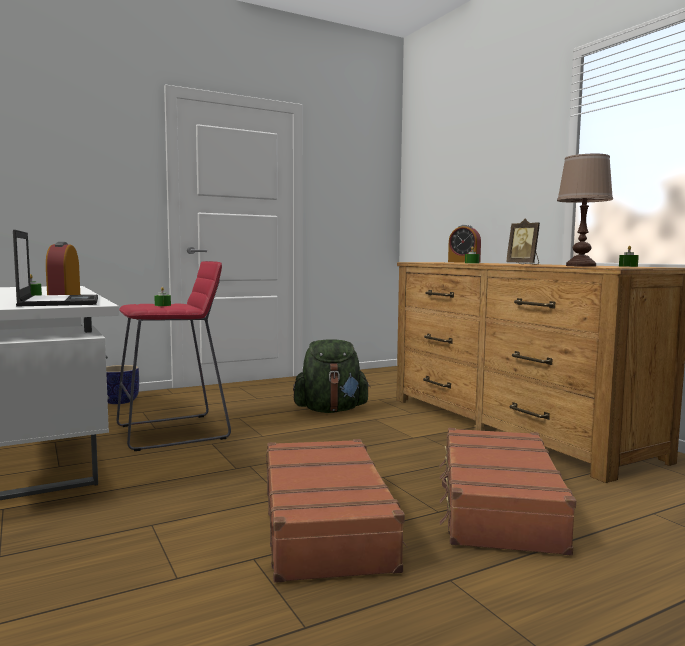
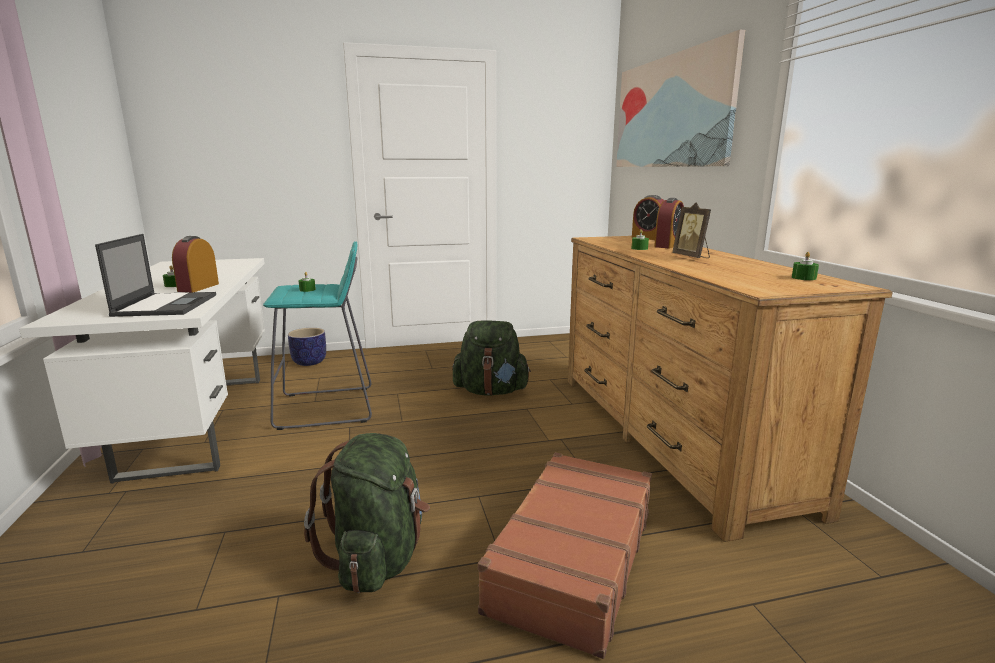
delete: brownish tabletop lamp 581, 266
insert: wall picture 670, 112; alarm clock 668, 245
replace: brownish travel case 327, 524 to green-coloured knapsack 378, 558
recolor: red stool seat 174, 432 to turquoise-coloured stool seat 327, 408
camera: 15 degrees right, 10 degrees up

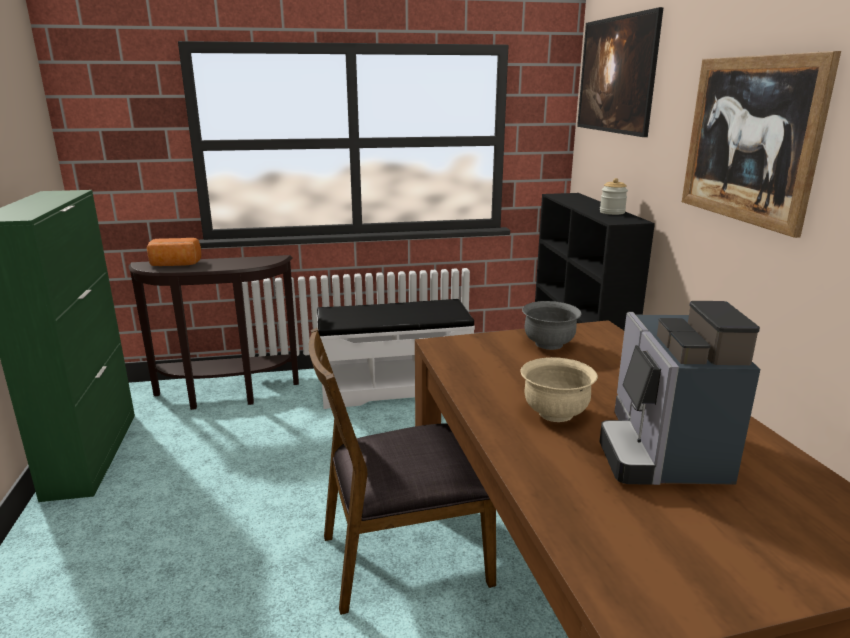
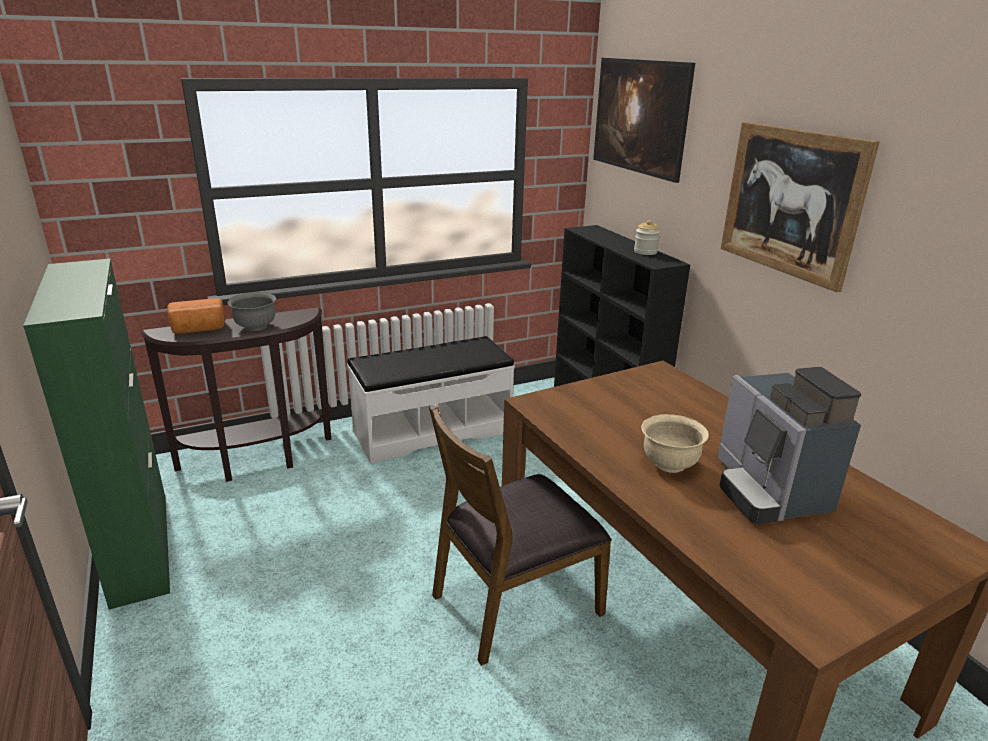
move: grey deep dish 548, 344 to 255, 327
camera: 15 degrees left, 5 degrees up

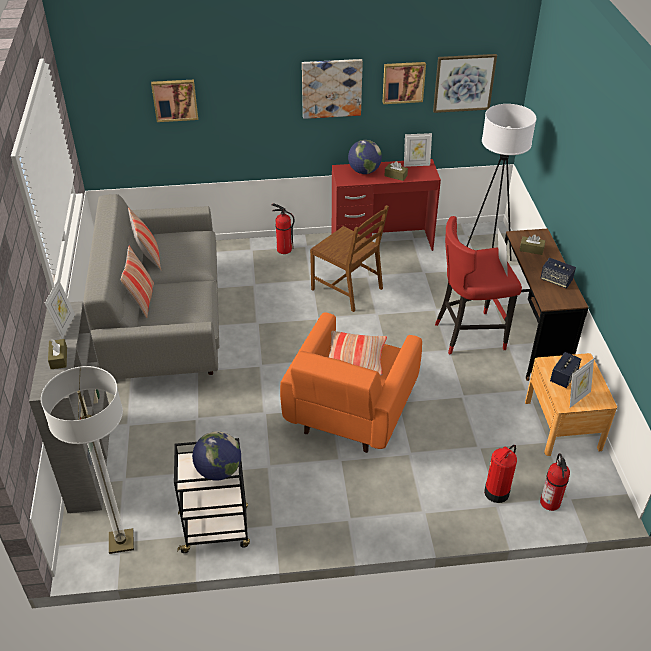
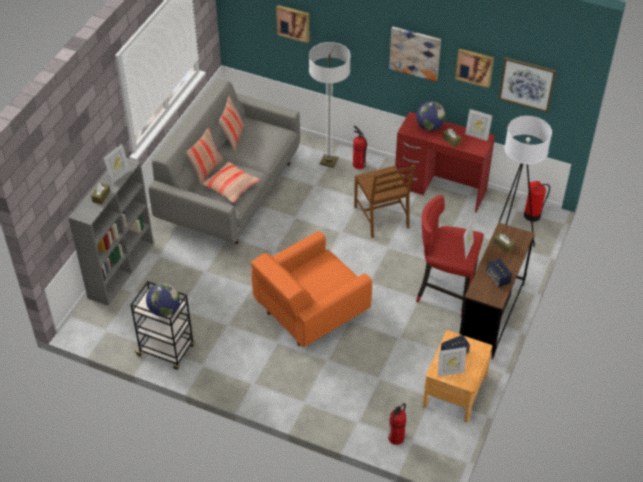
move: standard lamp 121, 542 to 328, 161; pillow 355, 358 to 231, 186; fire-fighting cylinder 496, 493 to 531, 215
camera: 30 degrees right, 5 degrees up

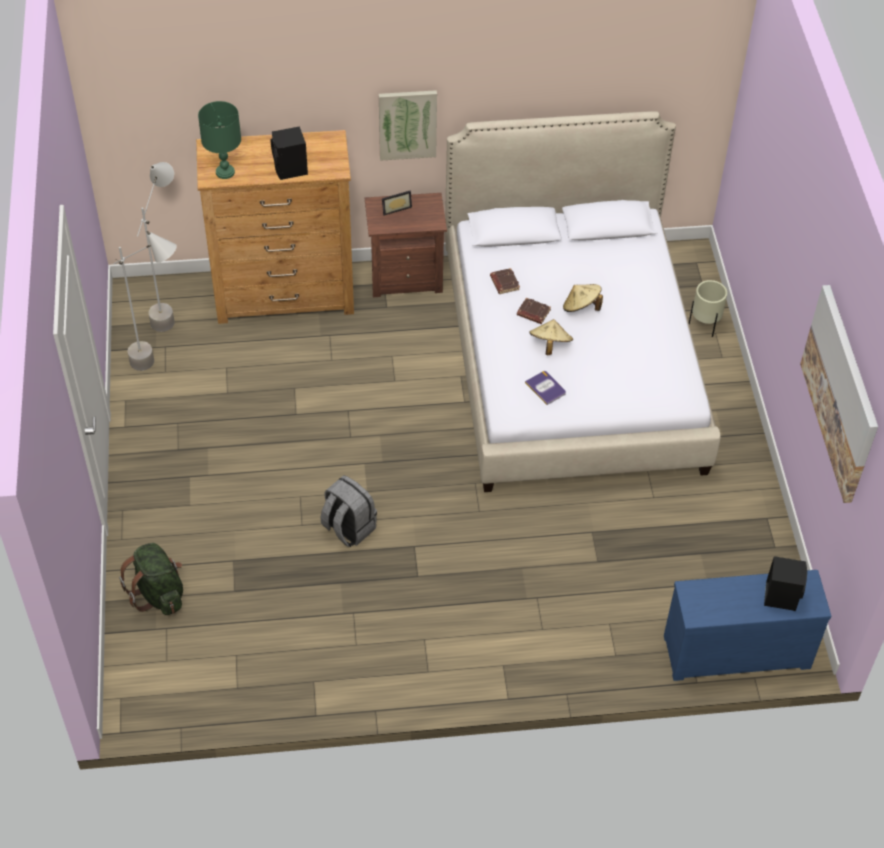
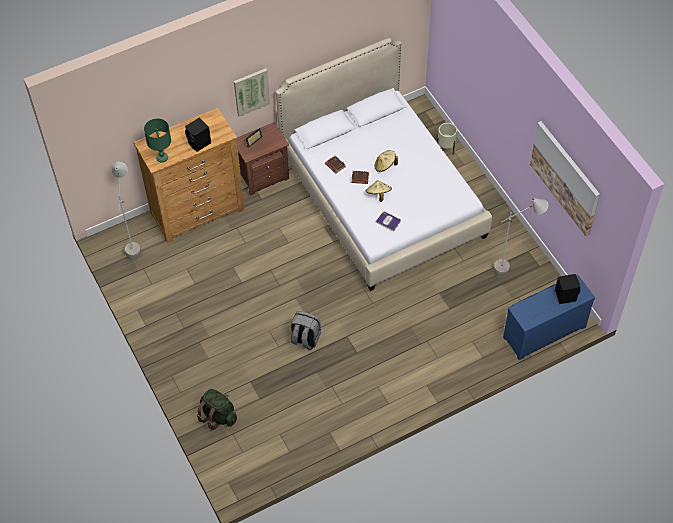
move: grey standard lamp 161, 364 to 513, 269
camera: 20 degrees left, 5 degrees up

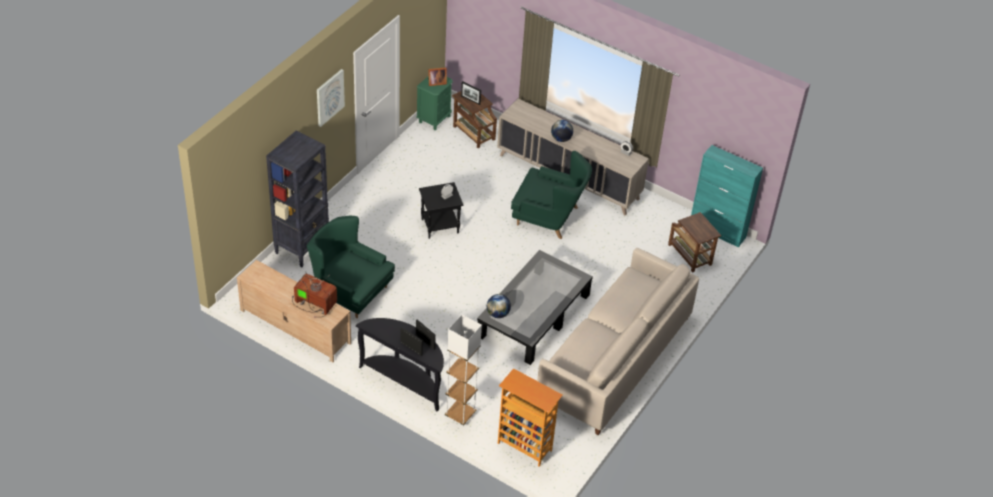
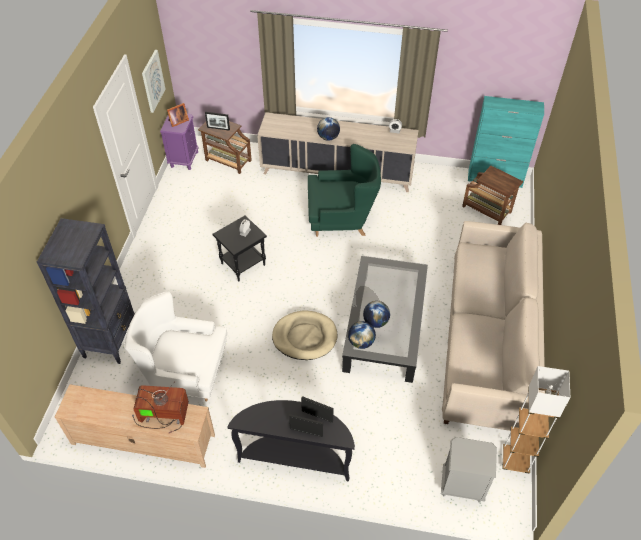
insert: beige-coloured dog cushion 305, 337; desk globe 375, 322
move: wall picture 329, 97 to 152, 81; whitish standard lamp 460, 414 to 515, 460
replace: bookcase 524, 447 to grey bedside table 462, 485
recolor: green-coloured armchair 350, 291 to whitish armchair 184, 371; green-coloured bedside table 434, 119 to purple-coloured bedside table 184, 159
camera: 20 degrees left, 5 degrees up

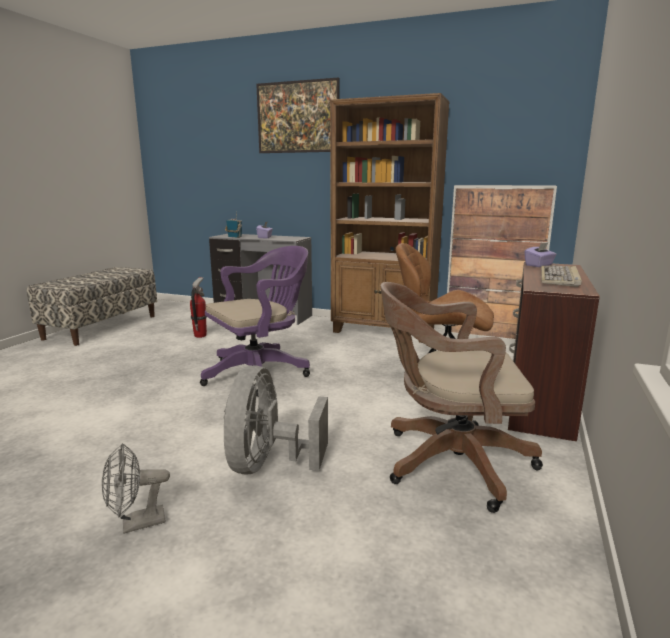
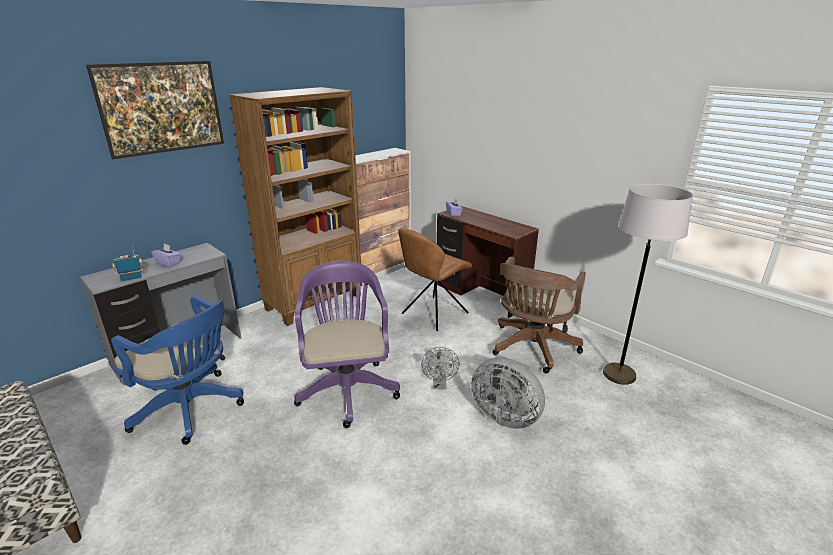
delete: PC keyboard 559, 278
insert: grey standard lamp 619, 374
move: grey cooling fan 136, 524 to 440, 385
replace: fire-fighting cylinder 200, 335 to blue-coloured computer chair 192, 409
camera: 65 degrees left, 10 degrees up

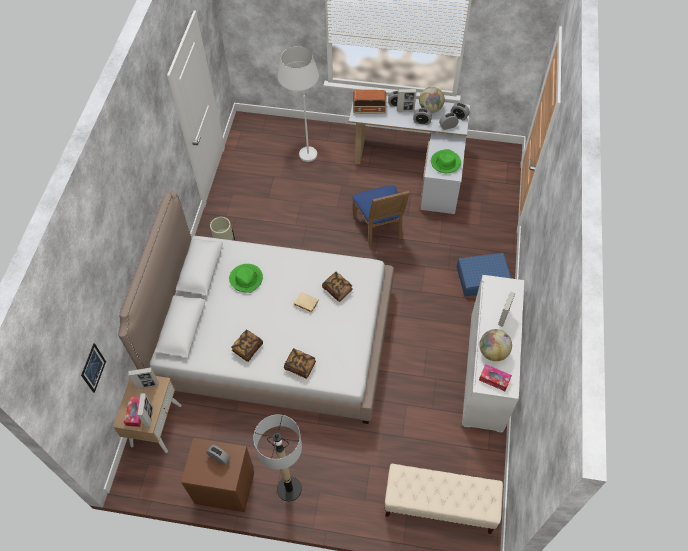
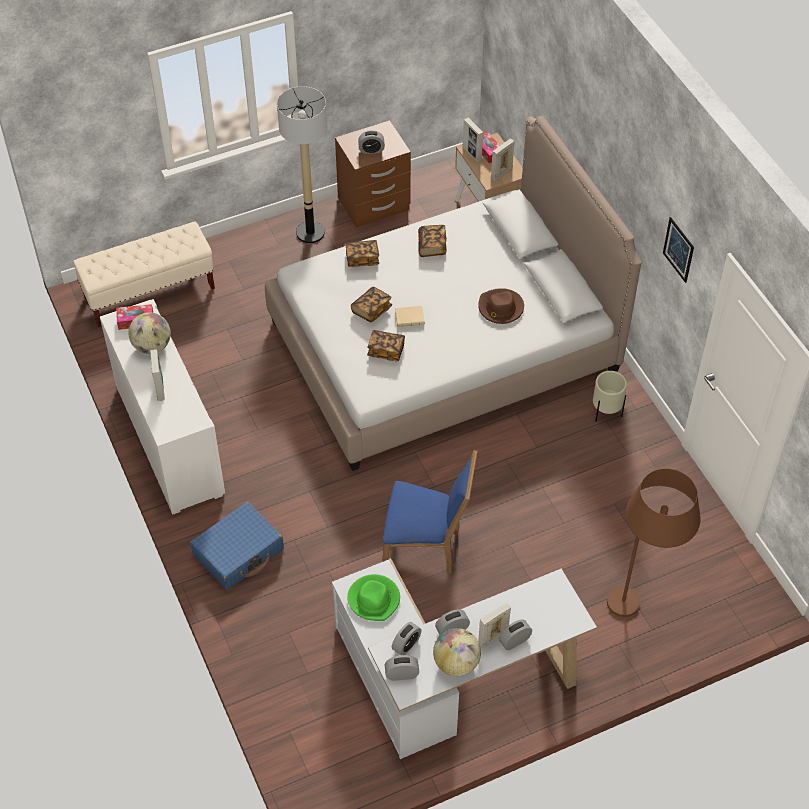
delete: radio receiver 369, 109
insert: bound book 371, 310
move: wall picture 93, 368 to 678, 249
recolor: green-coloured wearable hat 246, 279 to brownish wearable hat 500, 308; whitish standard lamp 304, 147 to brownish standard lamp 640, 611
rotate: blue-coloured upright chair 379, 228 = 426, 546 150 degrees clockwise
camera: 145 degrees right, 5 degrees down

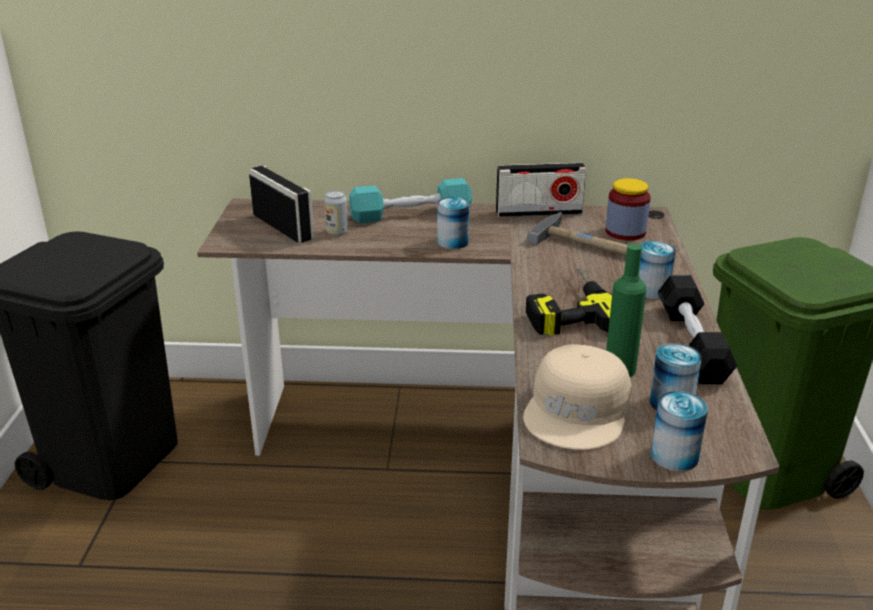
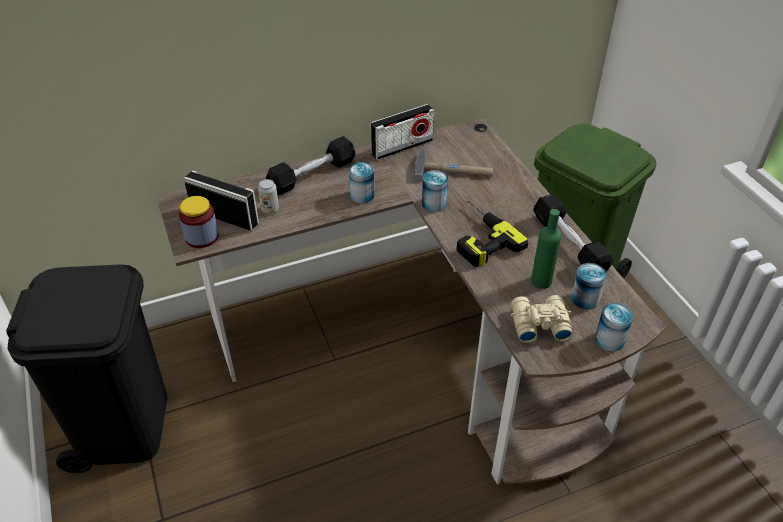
move: storage jar 625, 232 to 202, 237; can 651, 290 to 434, 203
replace: beige-coloured cap 579, 410 to beige-coloured pair of binoculars 538, 324
recolor: turquoise-coloured dumbbell 411, 215 to blackish dumbbell 312, 175
camera: 25 degrees left, 15 degrees up

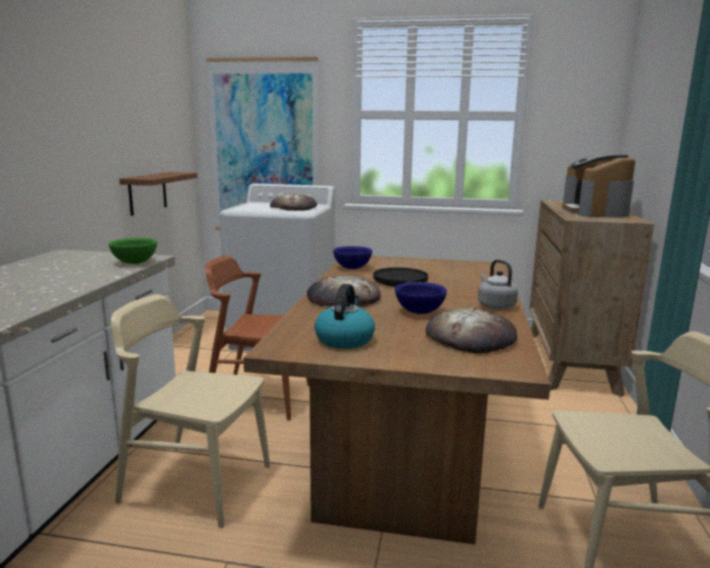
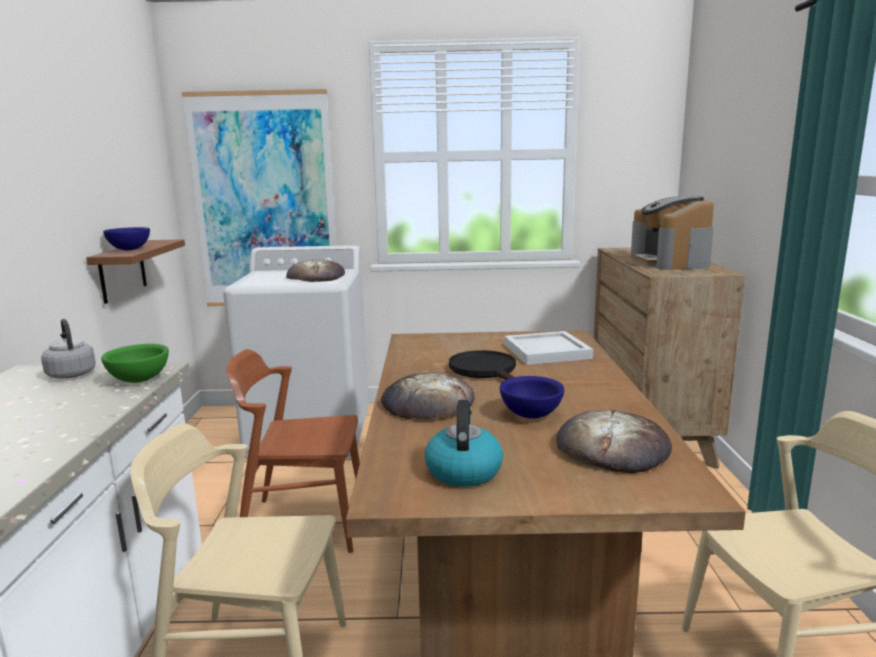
insert: whitish serving tray 547, 351
move: blue-coloured deep dish 353, 268 to 130, 249; grey kettle 495, 306 to 71, 374
camera: 10 degrees left, 0 degrees up

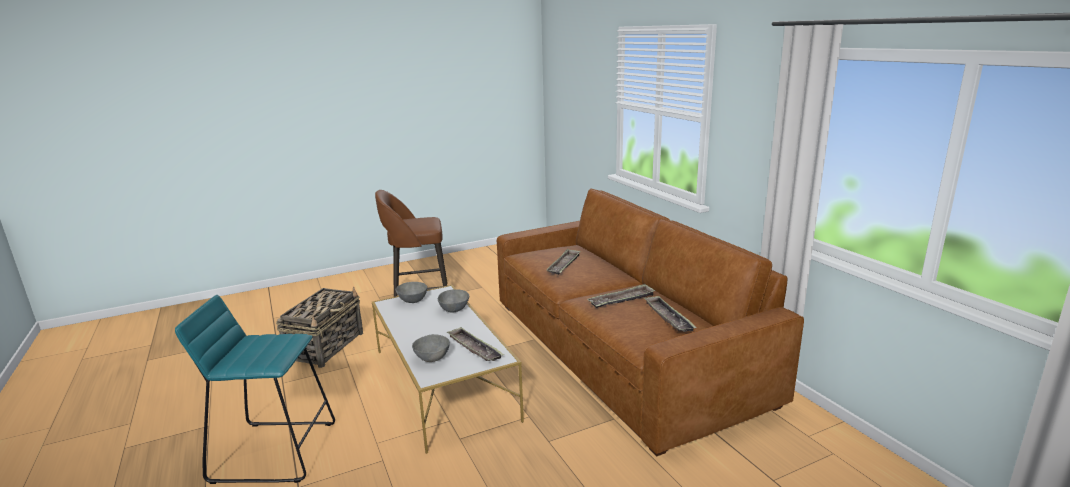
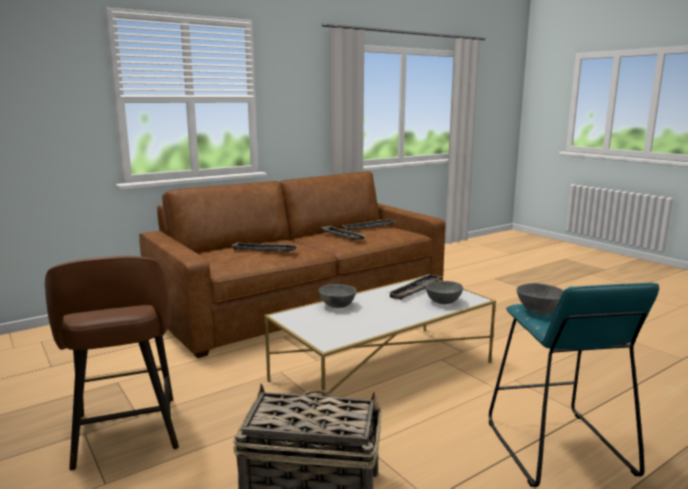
move: grey deep dish 412, 300 to 539, 311
camera: 100 degrees left, 5 degrees down

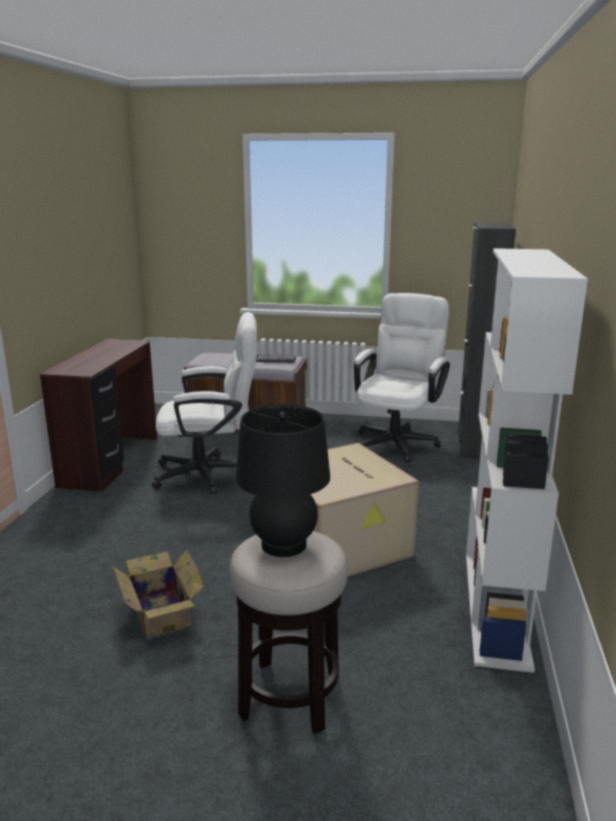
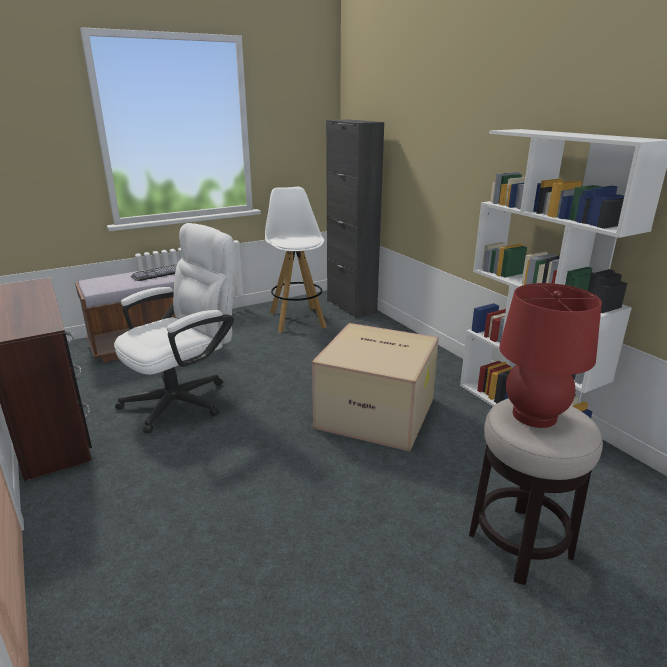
delete: cardboard box 161, 611
replace: whitish computer chair 397, 441 to whitish stool seat 297, 319
recolor: blackish tabletop lamp 284, 545 to red tabletop lamp 534, 415
camera: 40 degrees left, 5 degrees up

